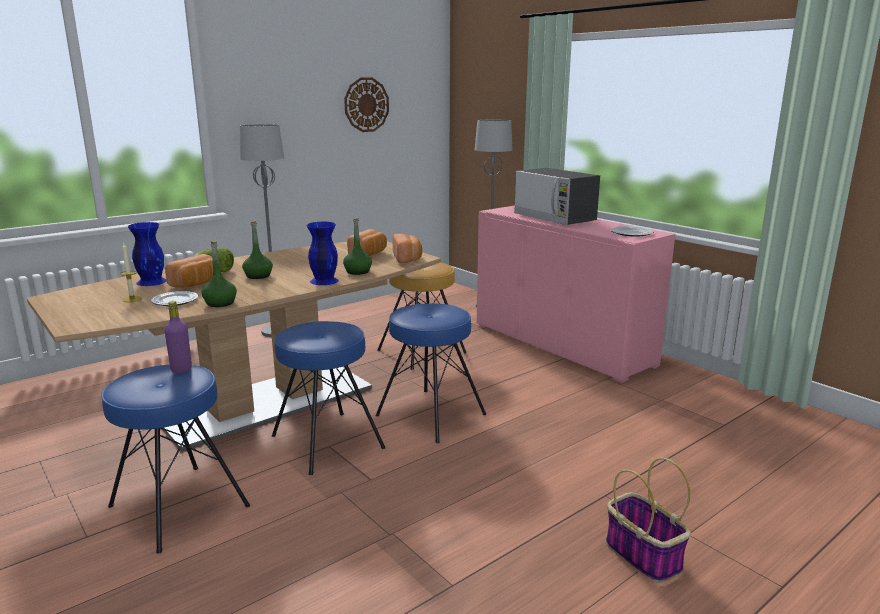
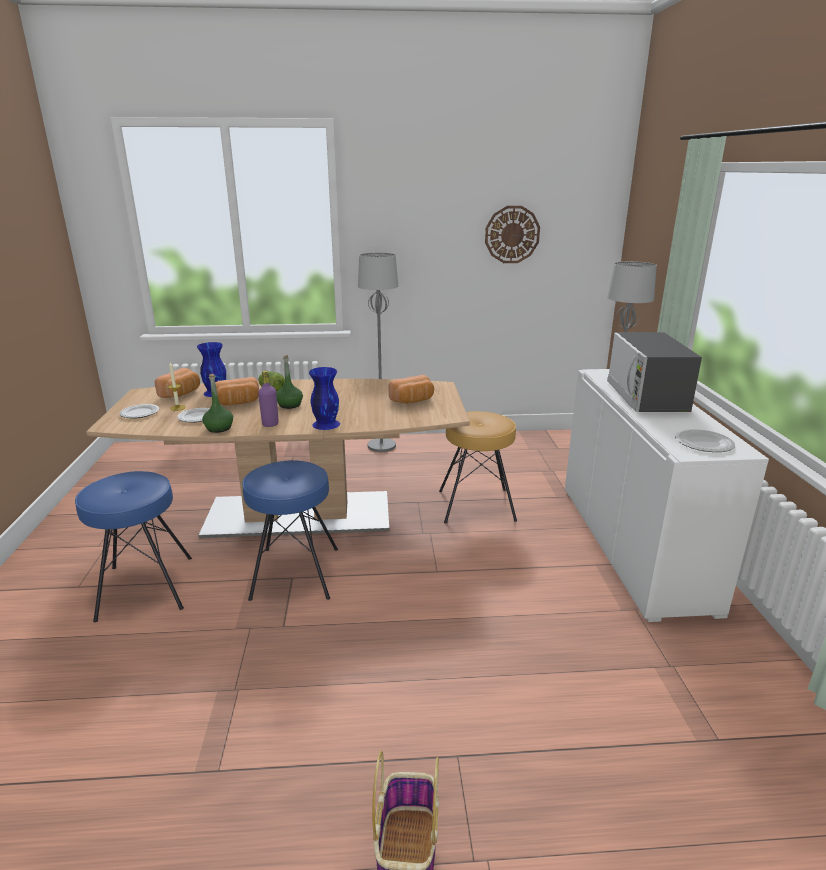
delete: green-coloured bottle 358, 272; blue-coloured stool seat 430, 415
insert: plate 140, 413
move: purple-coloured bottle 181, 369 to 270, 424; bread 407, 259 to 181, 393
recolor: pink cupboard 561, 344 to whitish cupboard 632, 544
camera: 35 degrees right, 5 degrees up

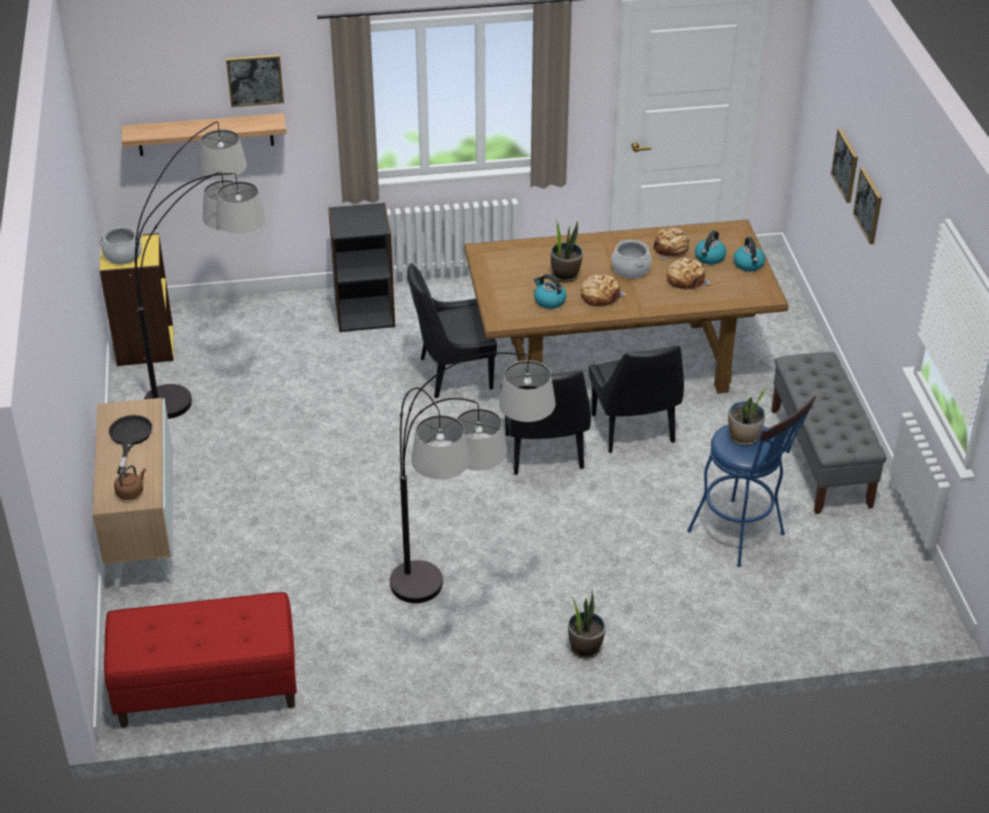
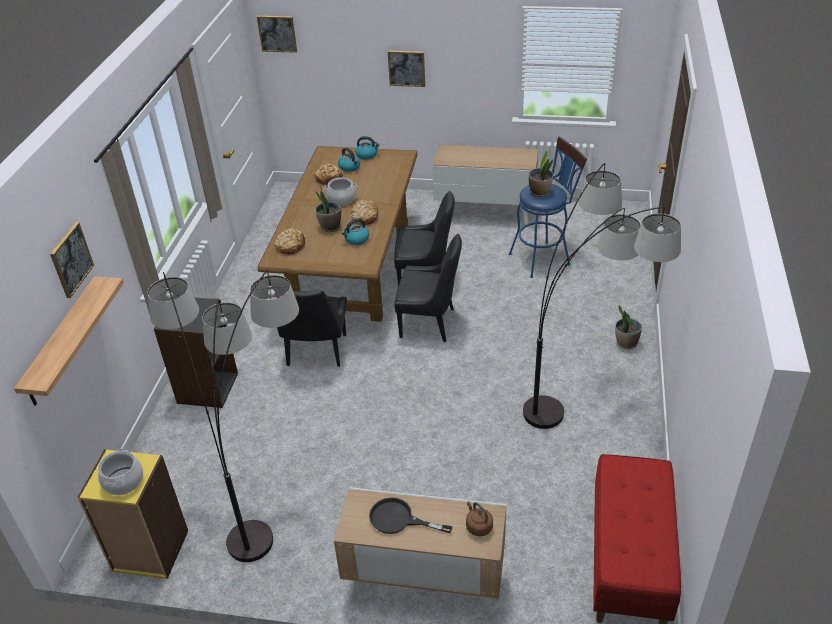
move: bread 686, 279 to 290, 246; wall picture 846, 165 to 277, 33
replace: grey bench 820, 458 to cupboard 485, 213
camera: 70 degrees left, 0 degrees up

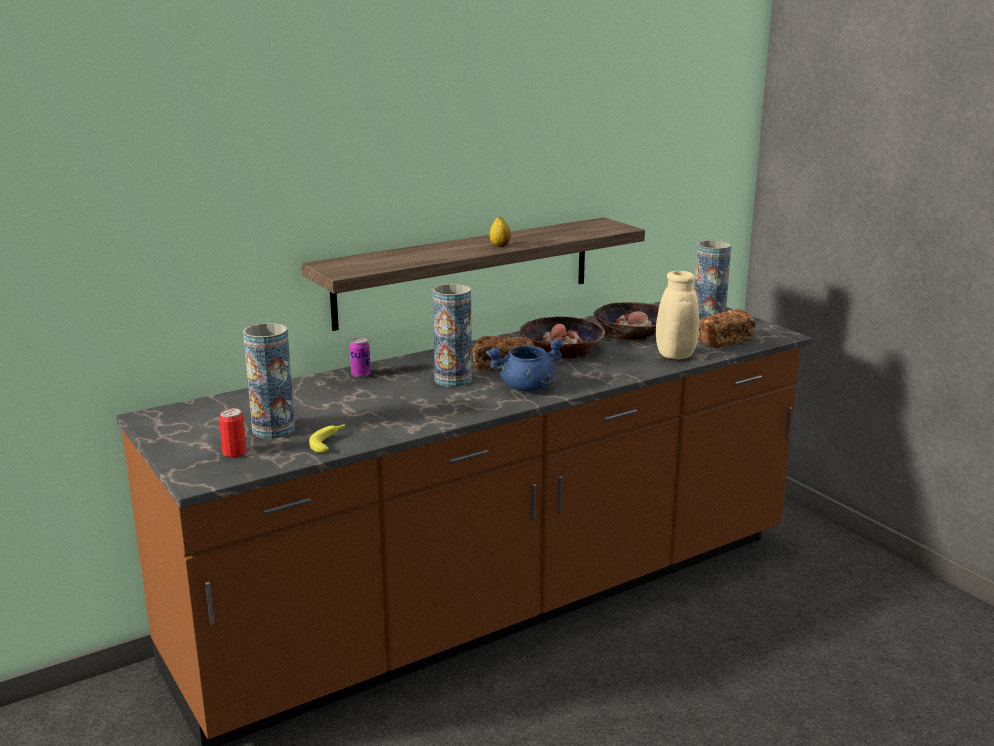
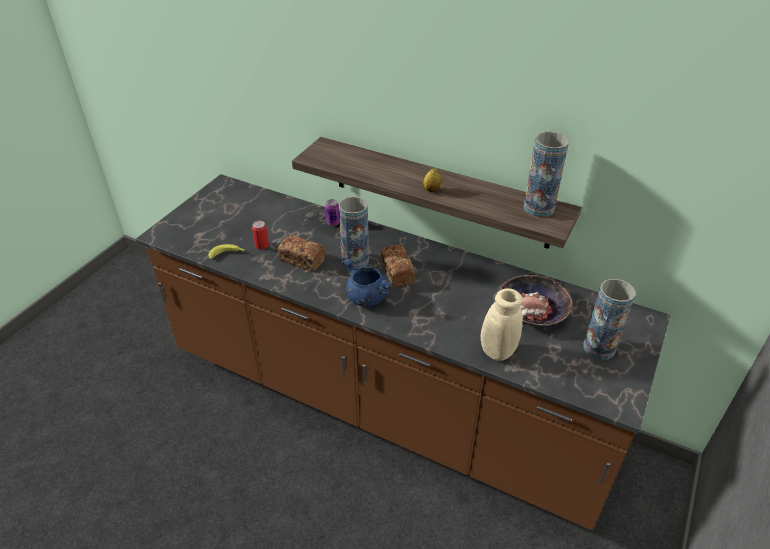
delete: deep dish 562, 348
move: can 234, 453 to 262, 245; decorative vase 273, 429 to 539, 208; bread 725, 340 to 301, 260
camera: 60 degrees right, 20 degrees up

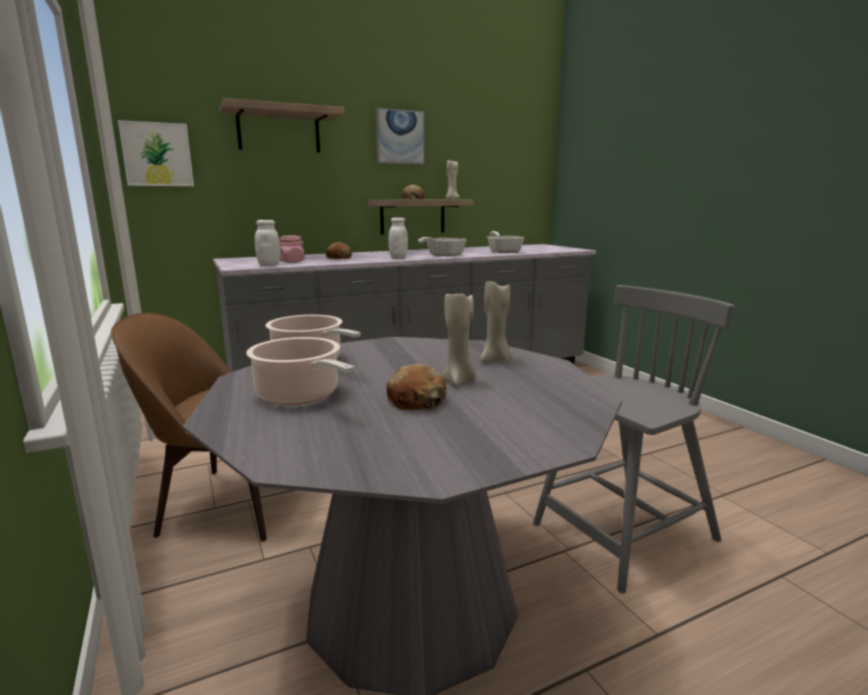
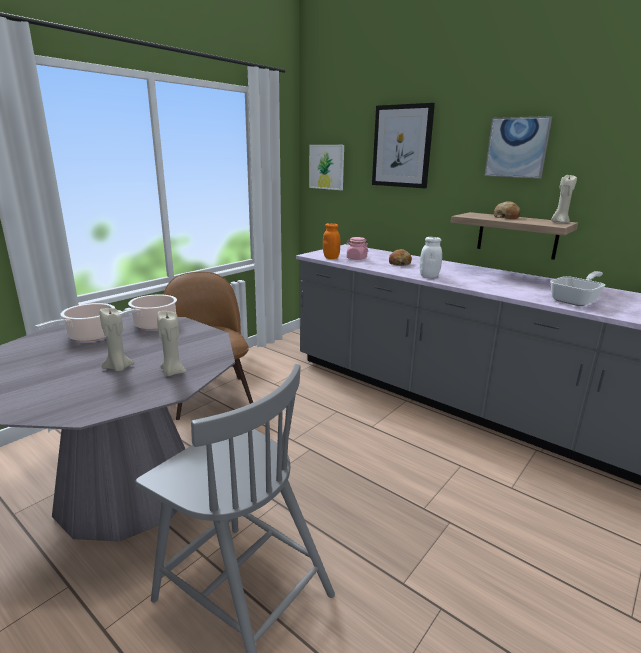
delete: bread 416, 400; frying pan 442, 255
replace: shelf 279, 130 to wall picture 402, 146
recolor: whitish storage jar 269, 265 to orange-coloured storage jar 331, 258
camera: 65 degrees right, 5 degrees up

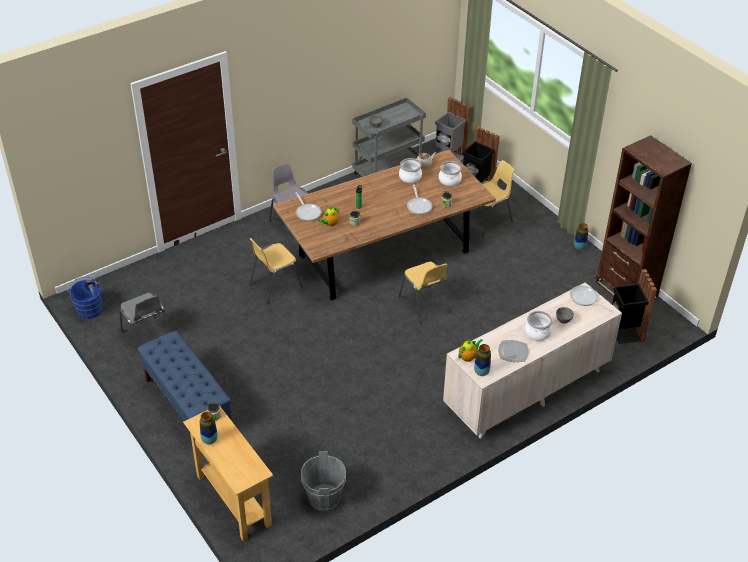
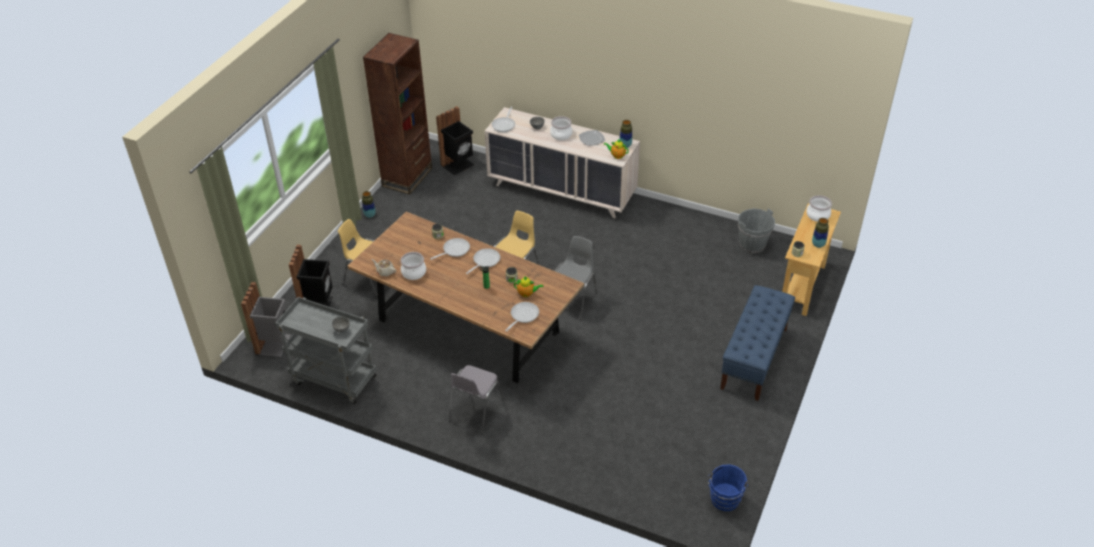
delete: yellow upright chair 275, 286
insert: frying pan 484, 261
move: grey upright chair 147, 338 to 574, 301; cooking pot 450, 180 to 817, 215
camera: 120 degrees left, 0 degrees up

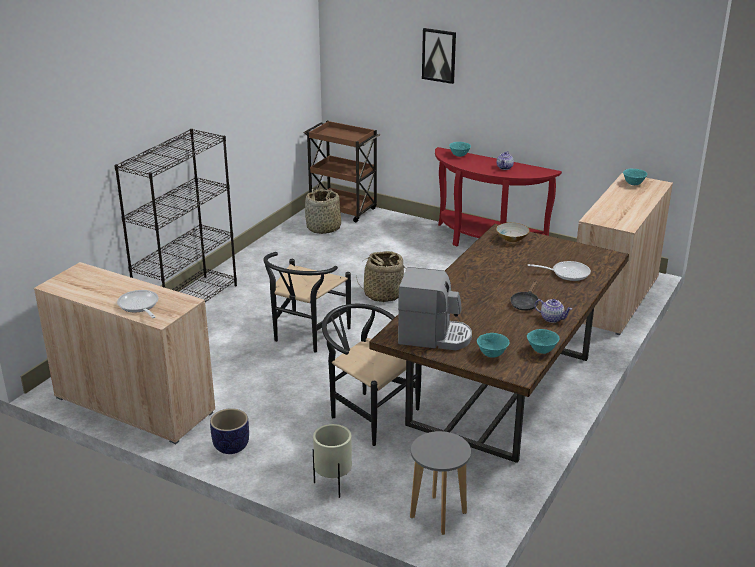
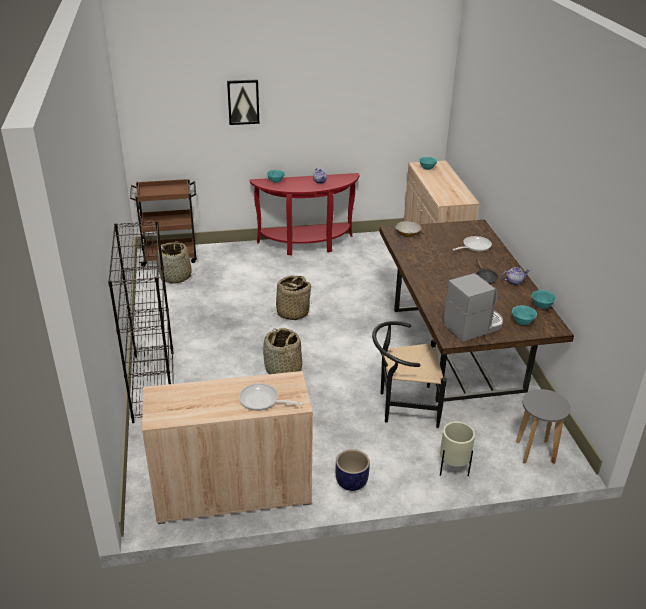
replace: blackish upright chair 305, 336 to household basket 283, 369
camera: 40 degrees left, 5 degrees up

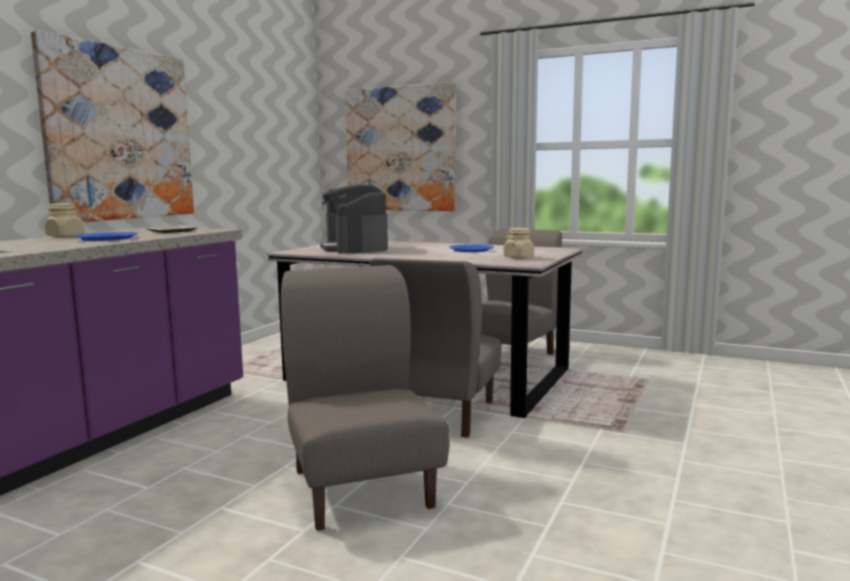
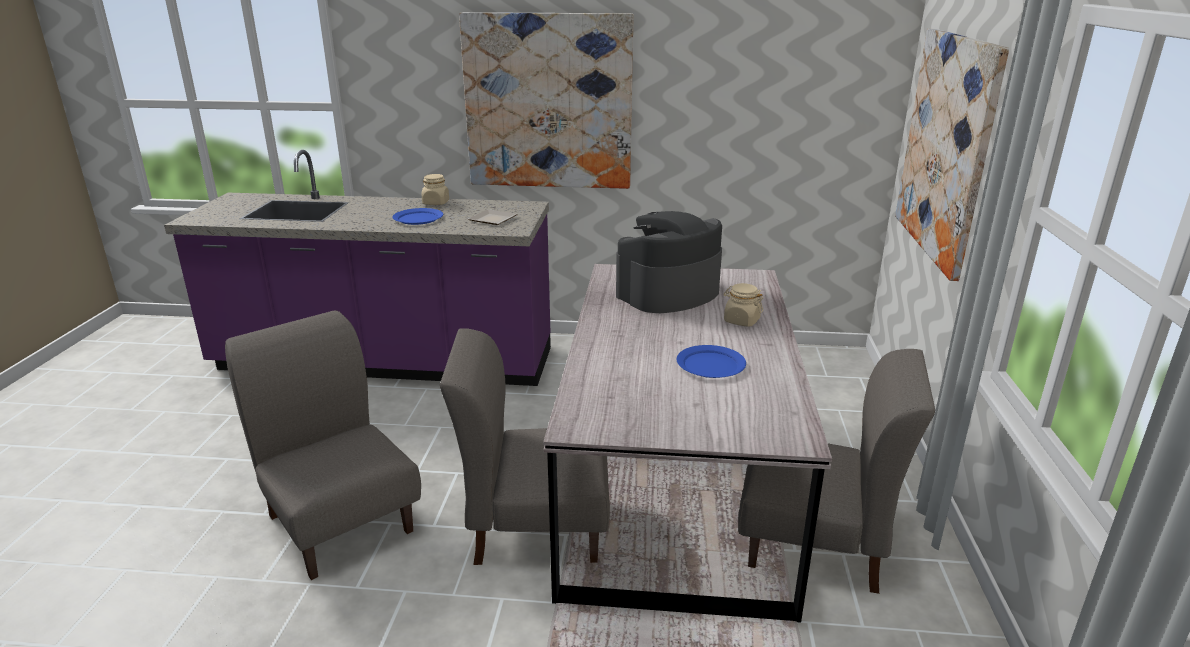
move: beige-coloured storage jar 518, 257 to 741, 321
rotate: grey upright chair 362, 487 = 340, 522 90 degrees counterclockwise
camera: 70 degrees right, 15 degrees up

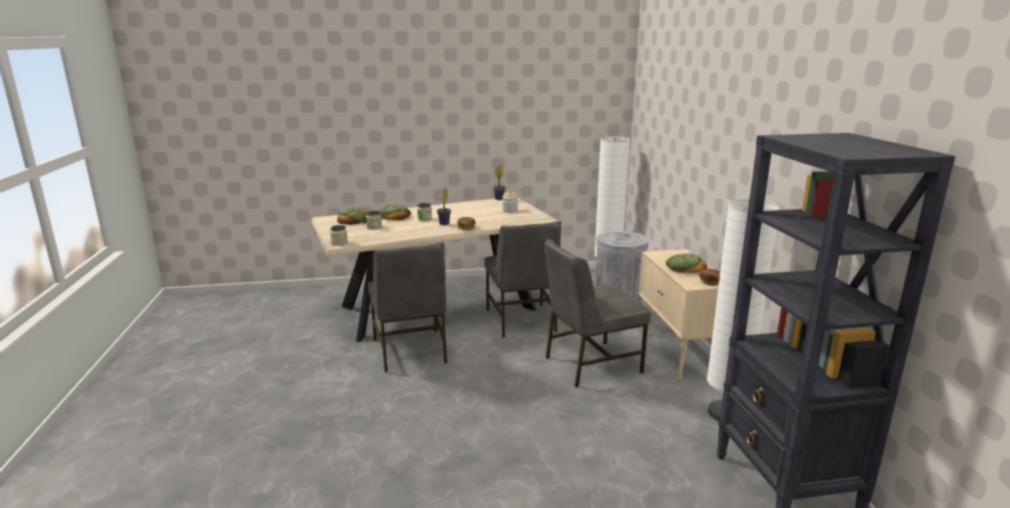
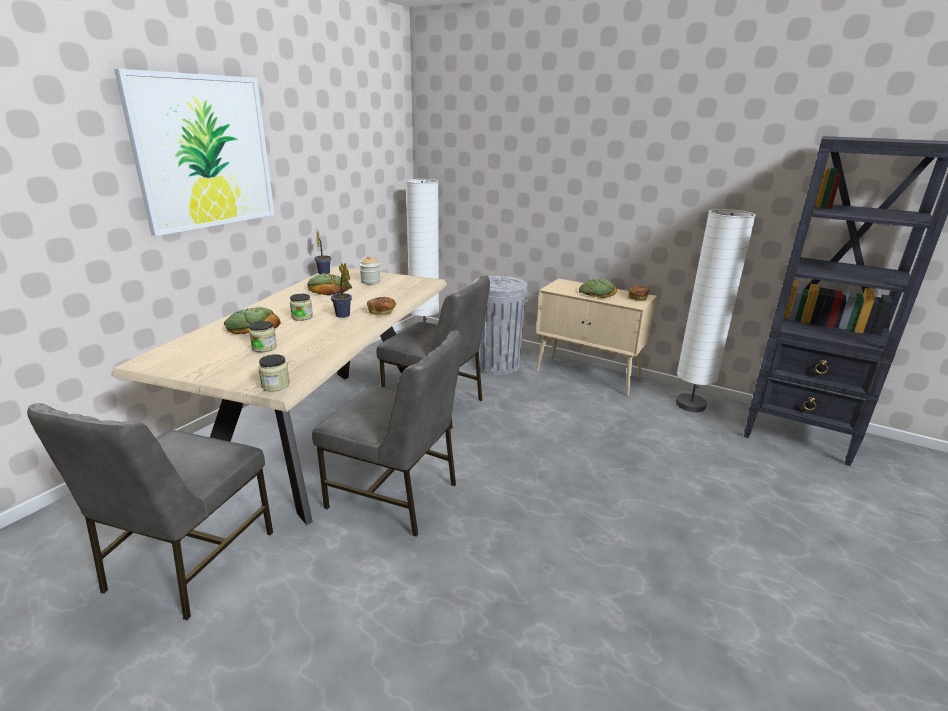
insert: wall picture 204, 152
move: bread 354, 220 to 329, 289; grey upright chair 590, 364 to 187, 561
camera: 50 degrees left, 5 degrees up

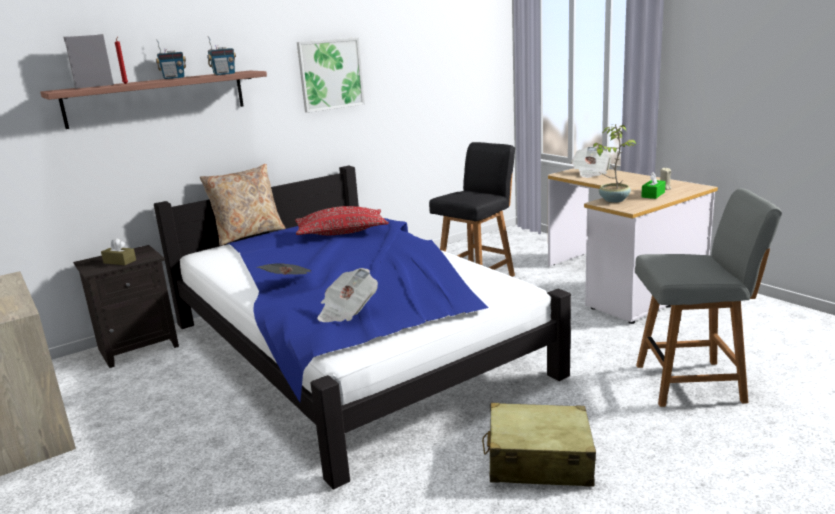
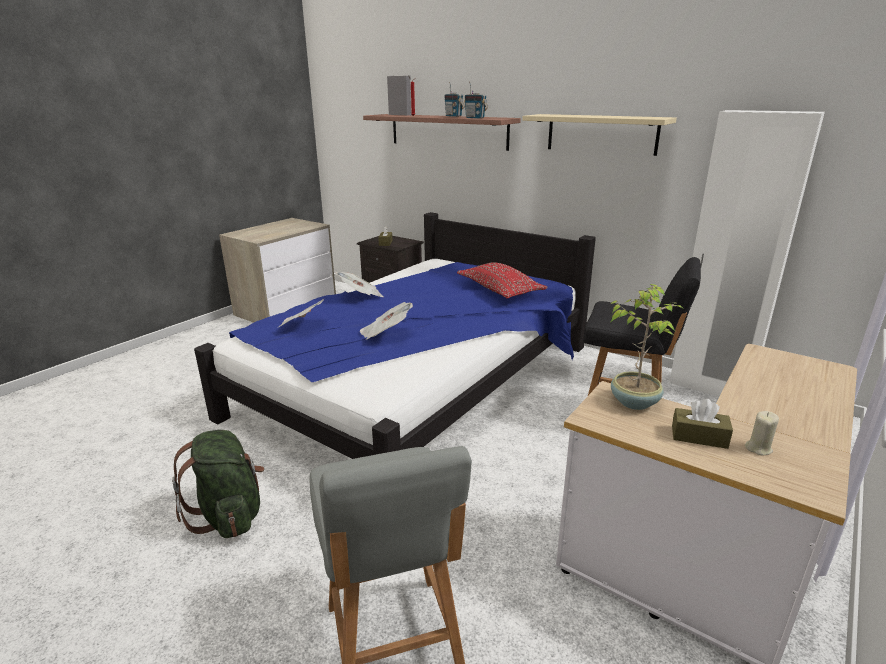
delete: beige-coloured pillow 248, 234
insert: whitish wardrobe 710, 388
move: printed paper 590, 173 to 385, 333
replace: wall picture 330, 74 to beige-coloured shelf 601, 134; beige-coloured travel case 538, 460 to green-coloured knapsack 230, 515
recolor: green-coloured box of tissues 653, 195 to brownish box of tissues 699, 437
camera: 70 degrees right, 5 degrees up

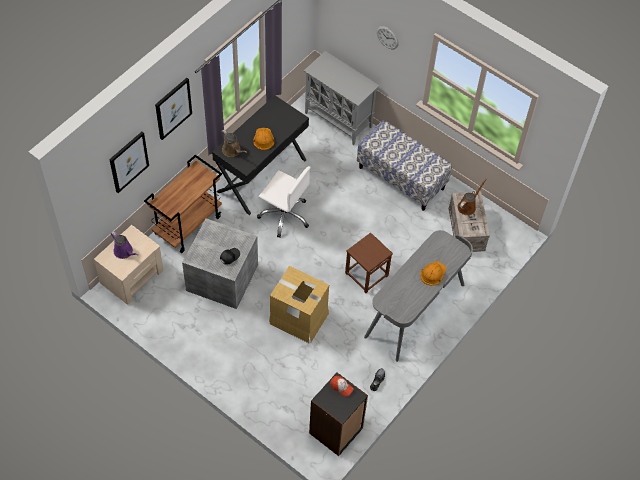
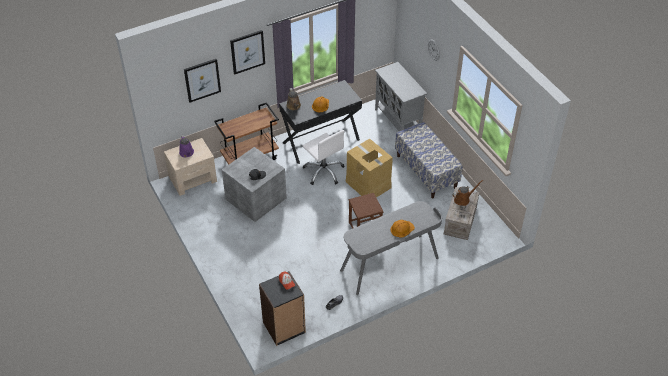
move: cardboard box 298, 318 to 368, 184
camera: 25 degrees right, 10 degrees down

